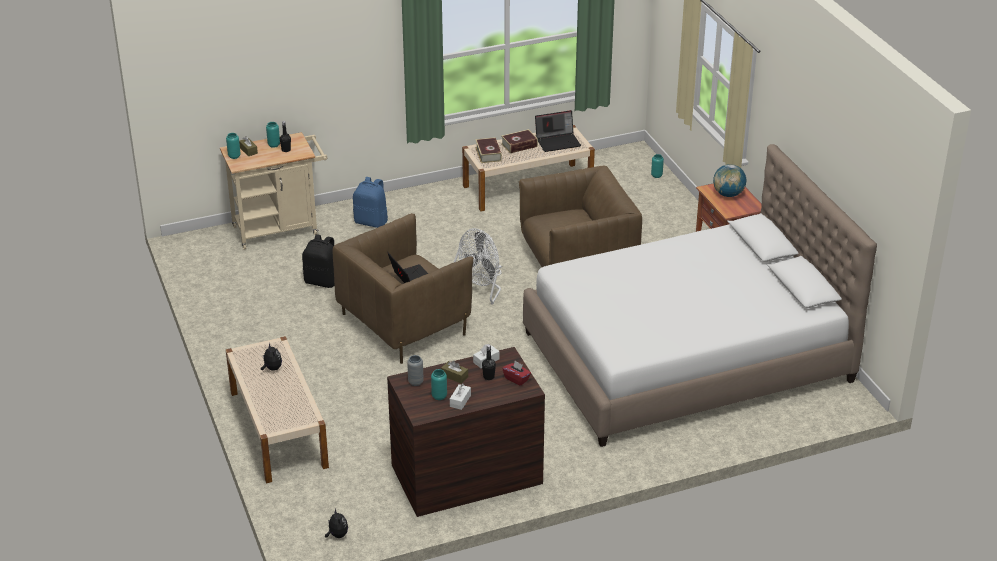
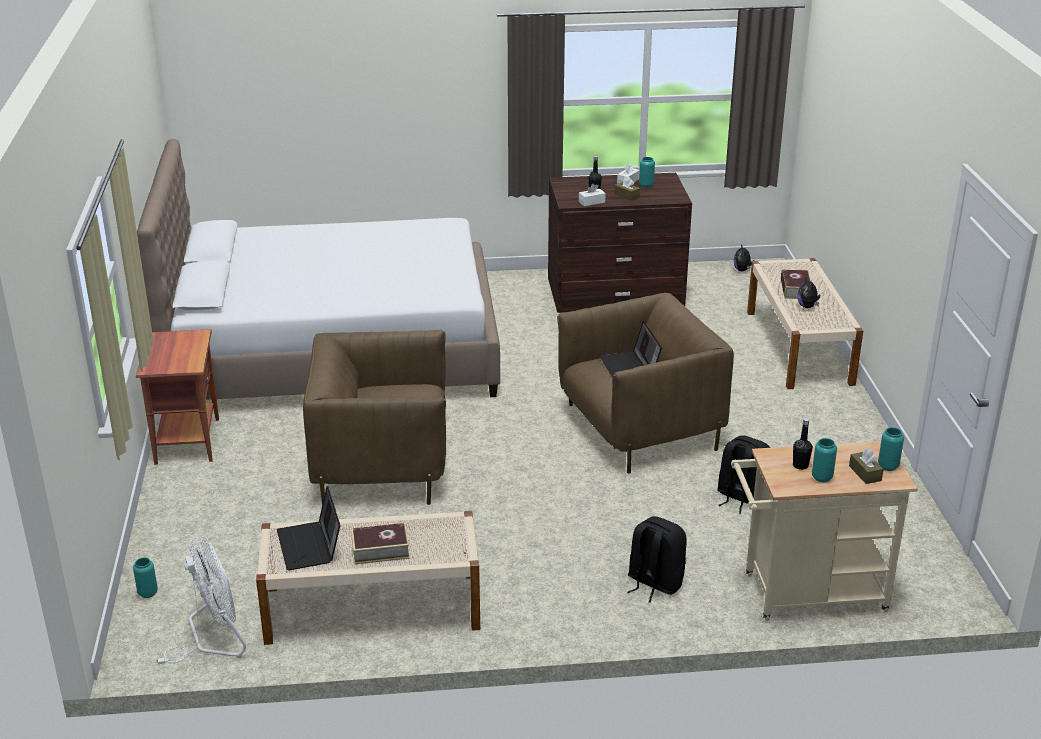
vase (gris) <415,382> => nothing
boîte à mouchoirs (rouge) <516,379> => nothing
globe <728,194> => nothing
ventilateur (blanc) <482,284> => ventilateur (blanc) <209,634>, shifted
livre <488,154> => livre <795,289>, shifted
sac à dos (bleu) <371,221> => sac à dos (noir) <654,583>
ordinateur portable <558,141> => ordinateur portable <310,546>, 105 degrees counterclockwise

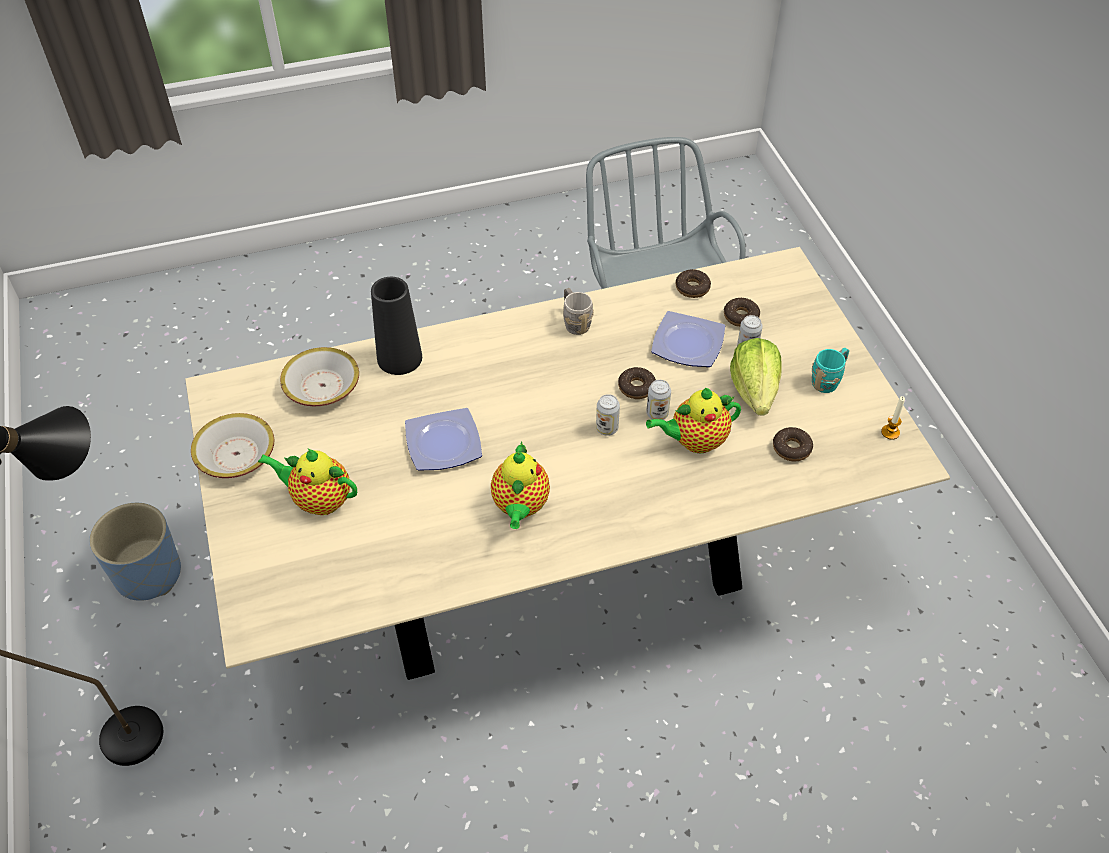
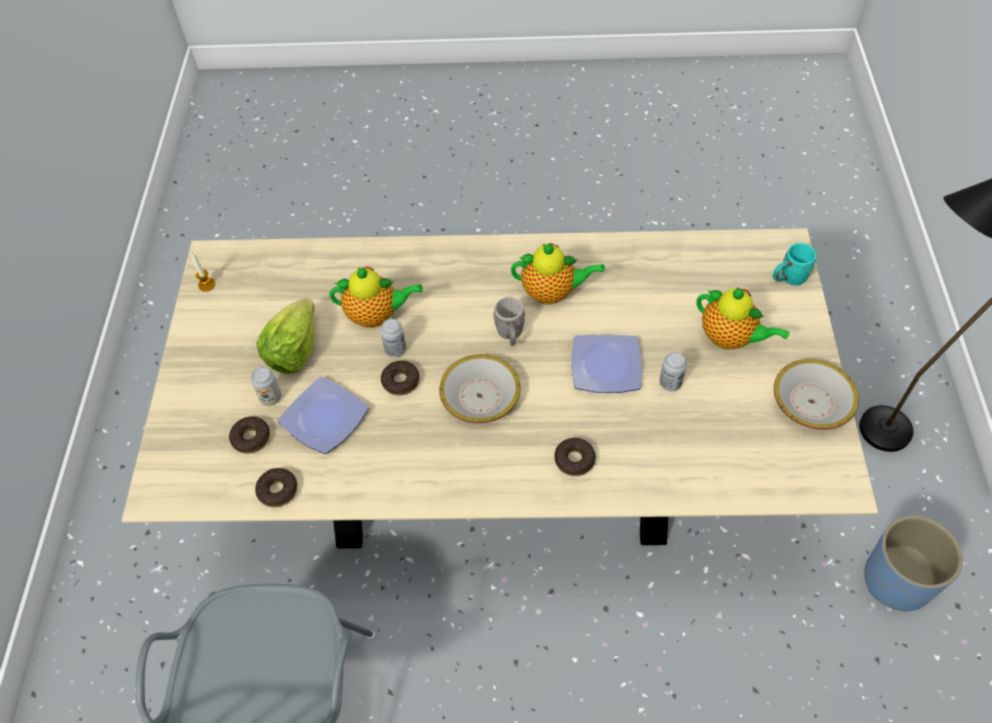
vase (noir) <399,358> => nothing
bol <322,386> => bol <479,396>, shifted
mug (gris) <575,322> => mug (gris) <510,335>, shifted
boîte métallique <607,428> => boîte métallique <670,383>, shifted
beignet <791,448> => beignet <574,460>, shifted
mug (turquoise) <828,380> => mug (turquoise) <788,279>, shifted
théière <520,507> => théière <552,293>, 75 degrees clockwise

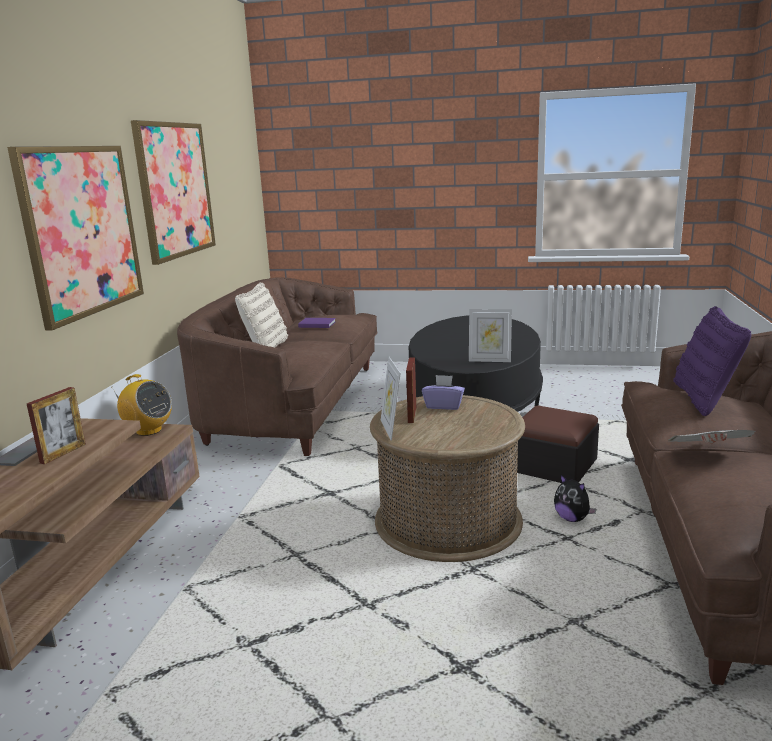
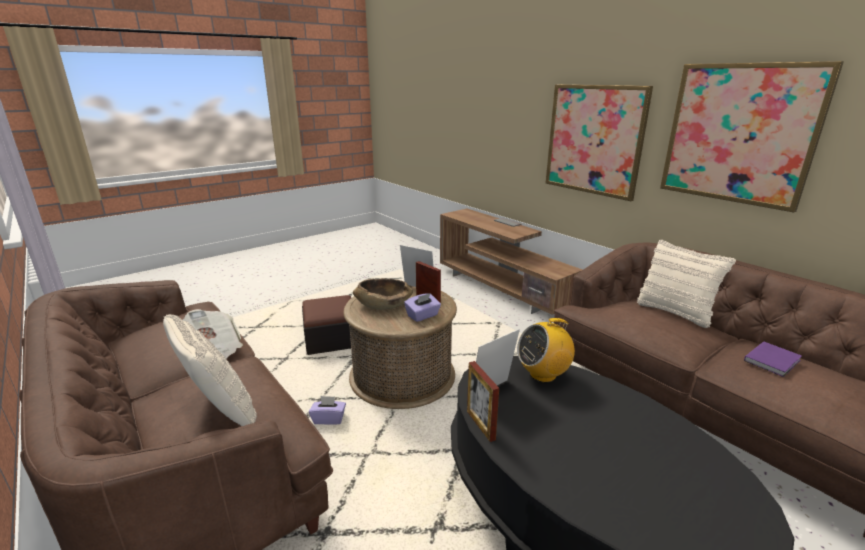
nothing => bol (marron) <383,304>
cadre photo <63,453> => cadre photo <480,425>, shifted
radio <148,431> => radio <543,374>, shifted
pouf <552,465> => pouf <331,338>, shifted
peluche <572,519> => boîte à mouchoirs (violet) <329,419>
coussin (violet) <705,401> => coussin (beige) <218,409>

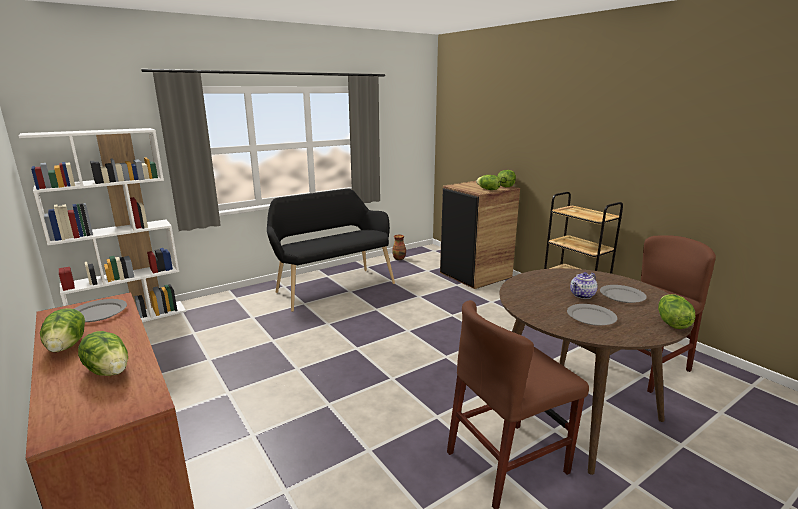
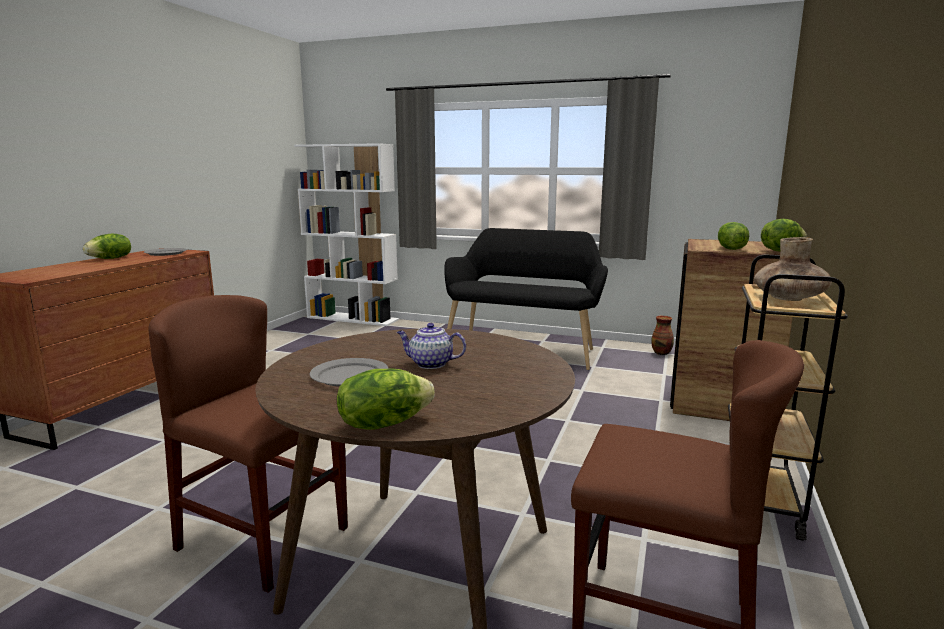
laitue <109,370> => nothing
assiette (gris) <622,296> => nothing
nothing => vase (marron) <788,299>

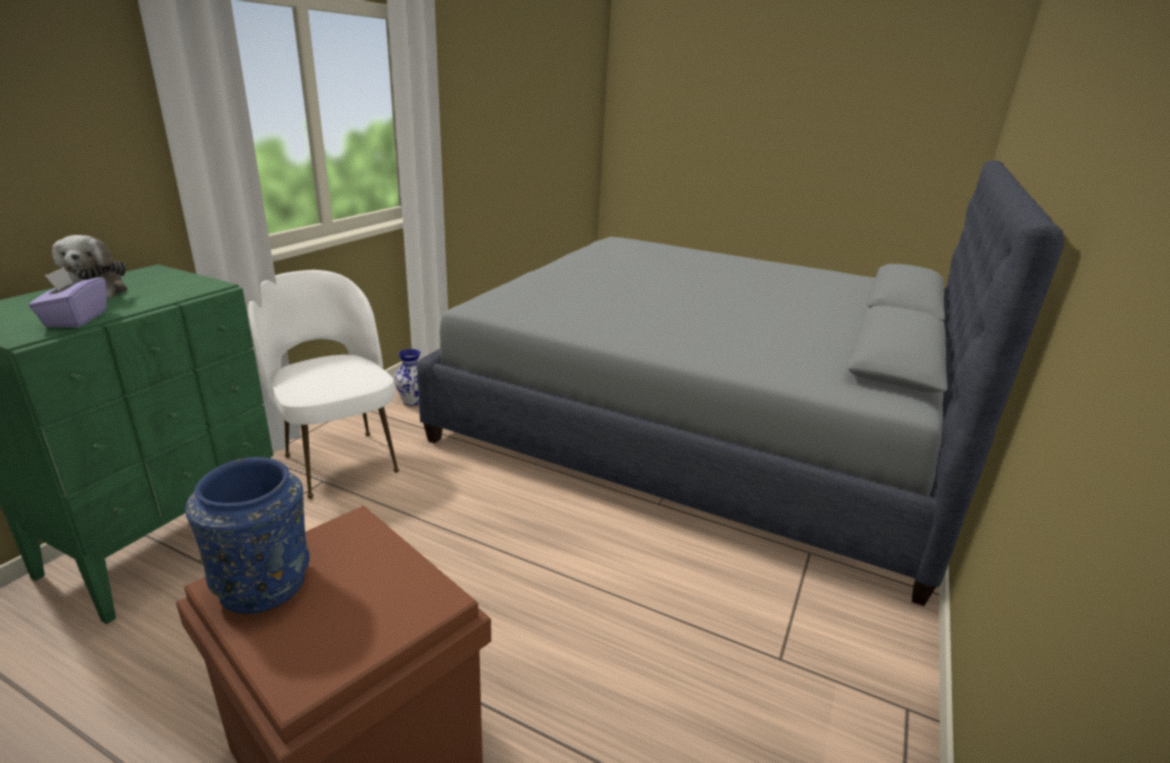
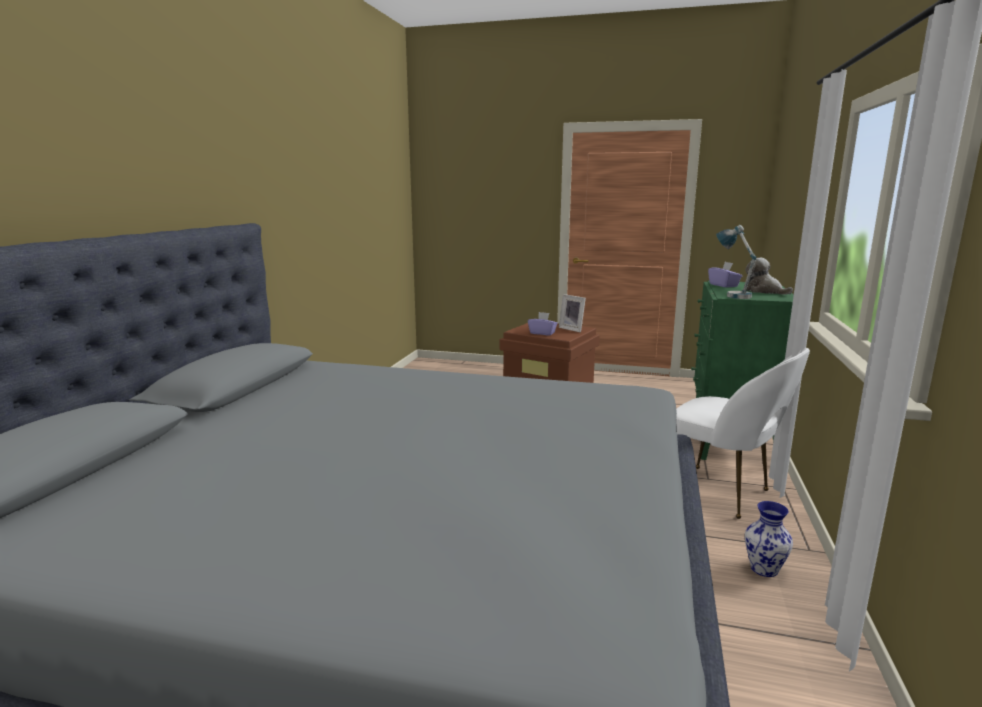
nothing => boîte à mouchoirs (violet) <542,333>
nothing => lampe de table <732,295>
vase (bleu) <264,583> => cadre photo <573,329>

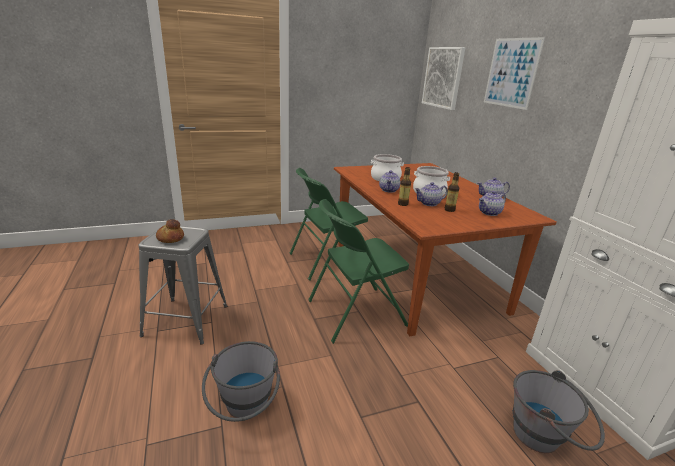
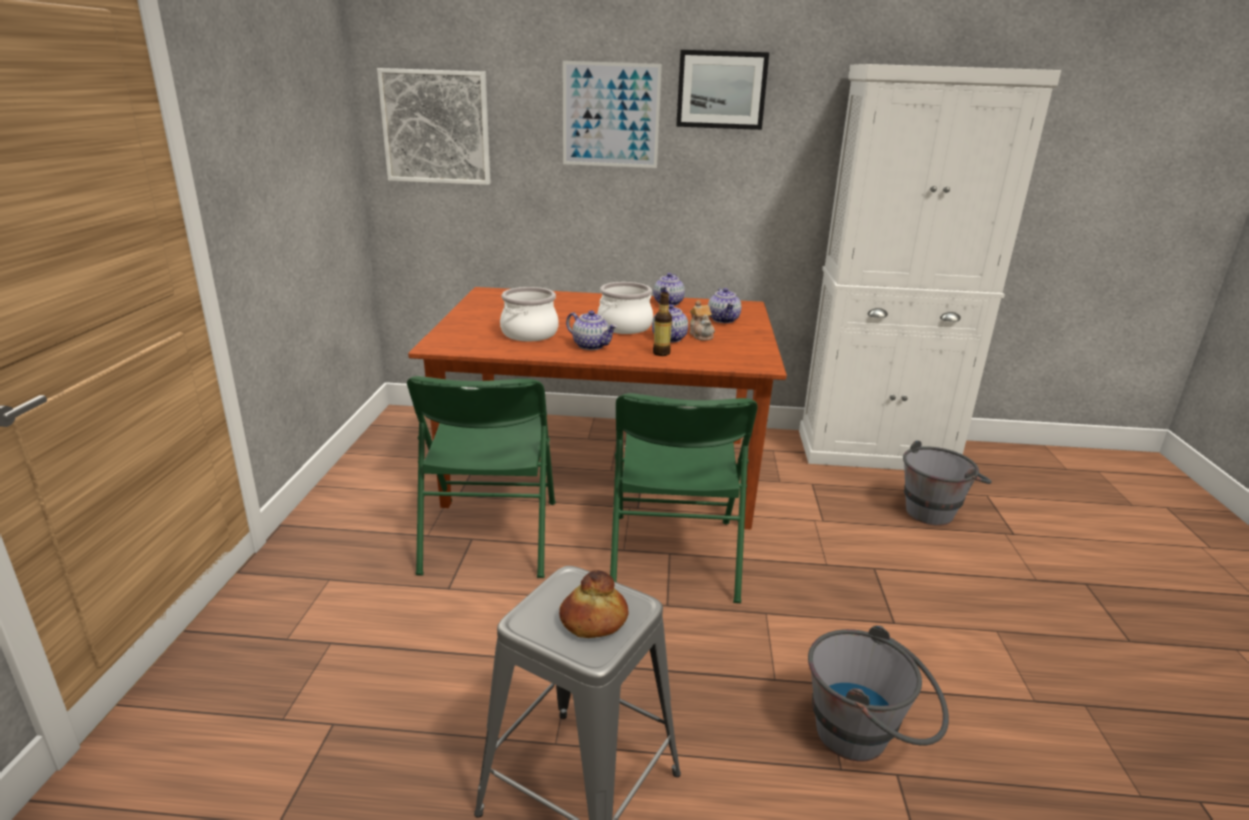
nothing => tableau <721,90>
bouteille <449,210> => théière <701,335>

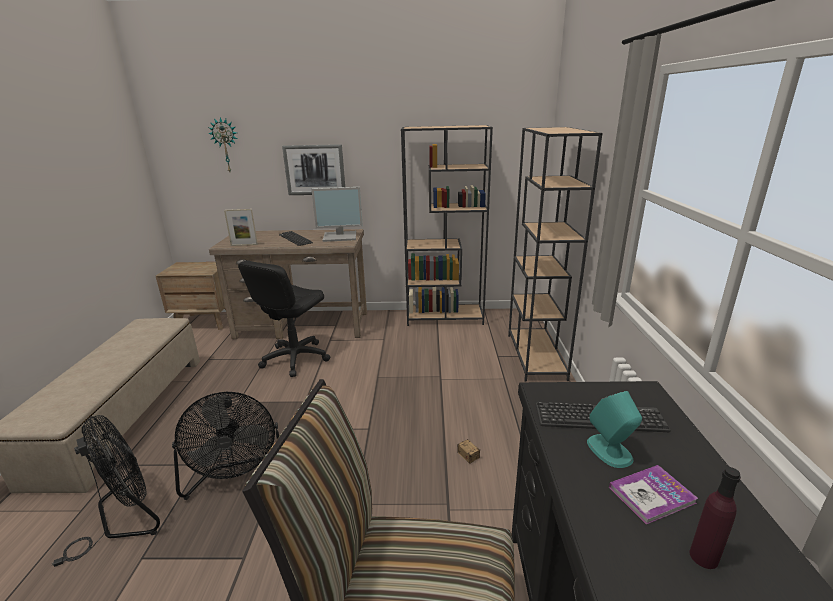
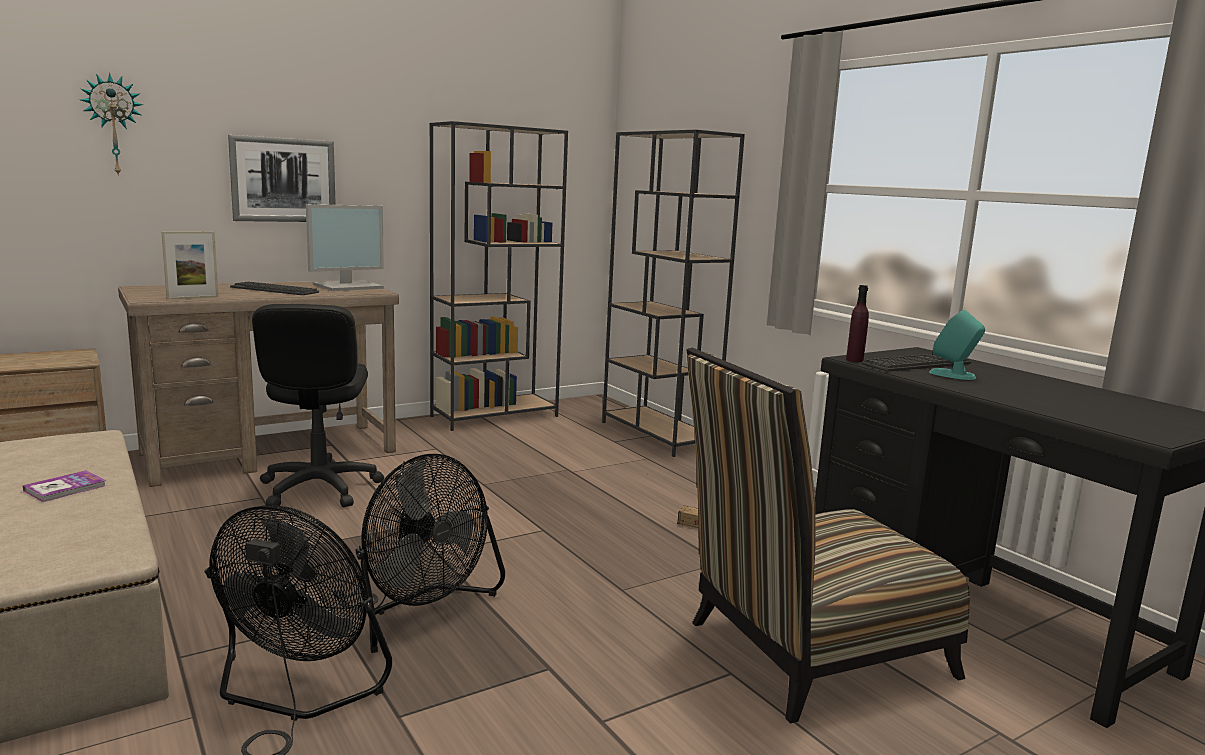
livre <651,495> => livre <65,488>, shifted
bouteille (violet) <703,557> => bouteille (violet) <854,360>, shifted

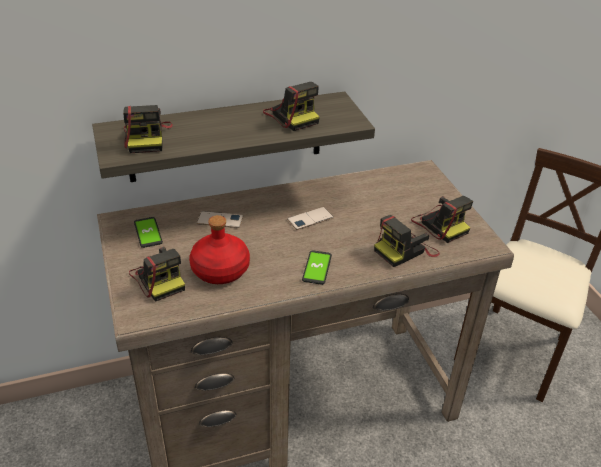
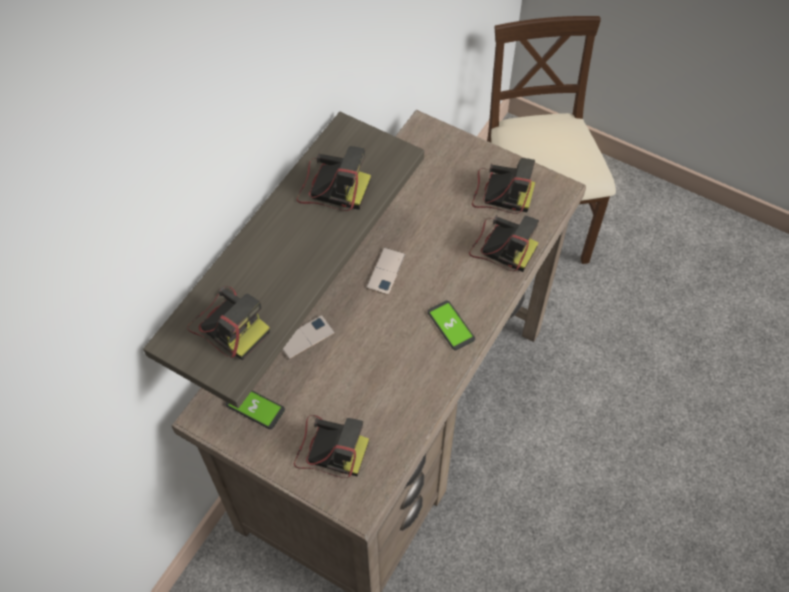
bouteille (rouge) <221,270> => nothing
appareil photo <405,250> => appareil photo <501,247>, 75 degrees counterclockwise

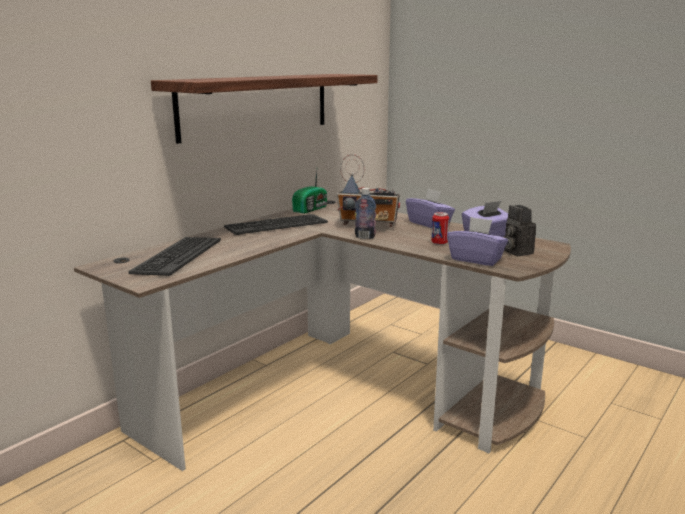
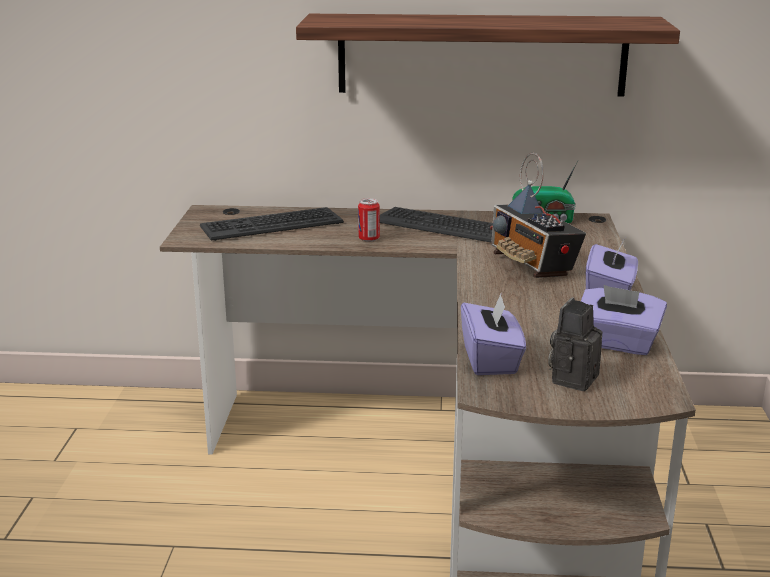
bouteille <365,237> => nothing
boîte métallique <439,243> => boîte métallique <369,239>, shifted

